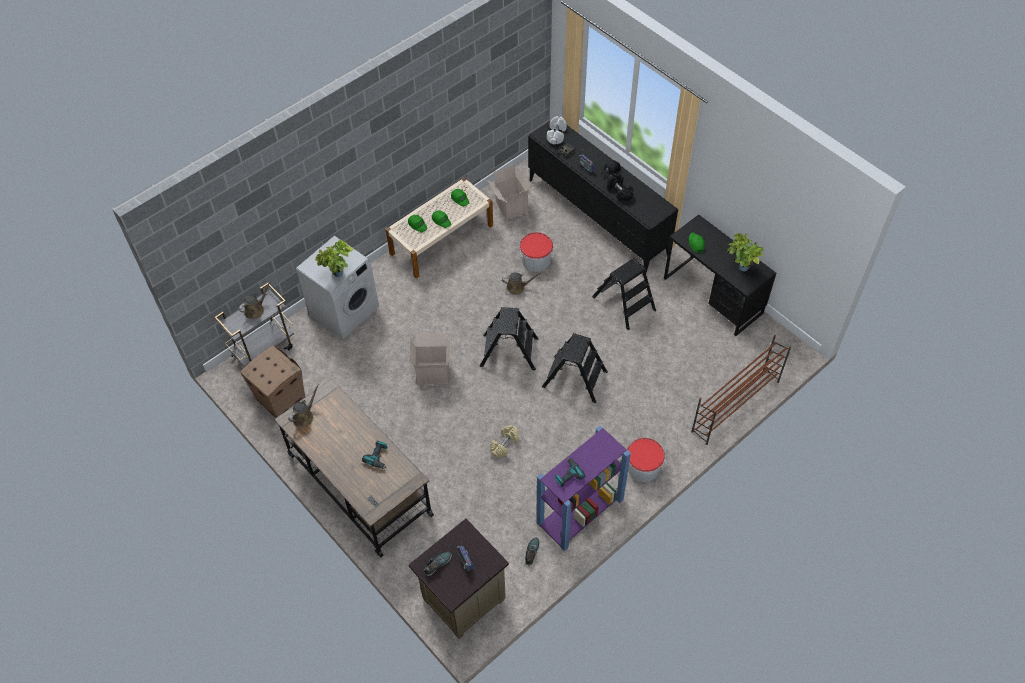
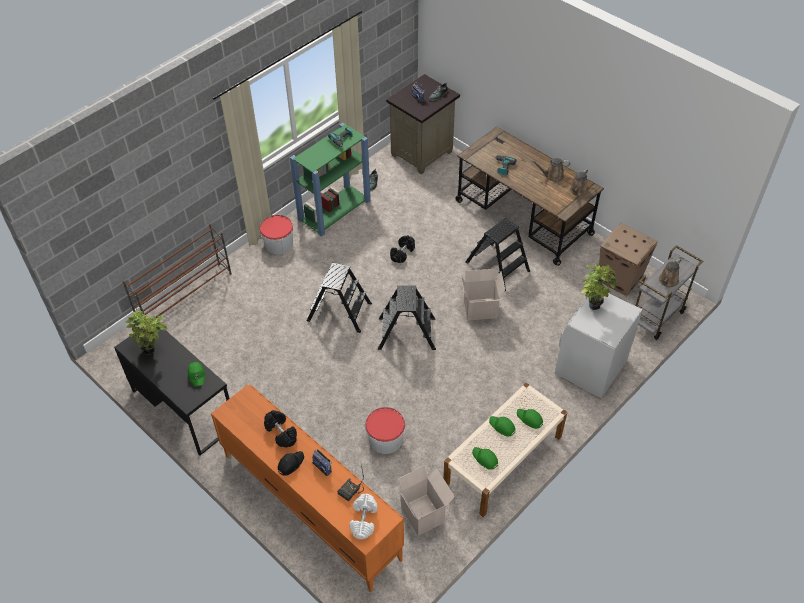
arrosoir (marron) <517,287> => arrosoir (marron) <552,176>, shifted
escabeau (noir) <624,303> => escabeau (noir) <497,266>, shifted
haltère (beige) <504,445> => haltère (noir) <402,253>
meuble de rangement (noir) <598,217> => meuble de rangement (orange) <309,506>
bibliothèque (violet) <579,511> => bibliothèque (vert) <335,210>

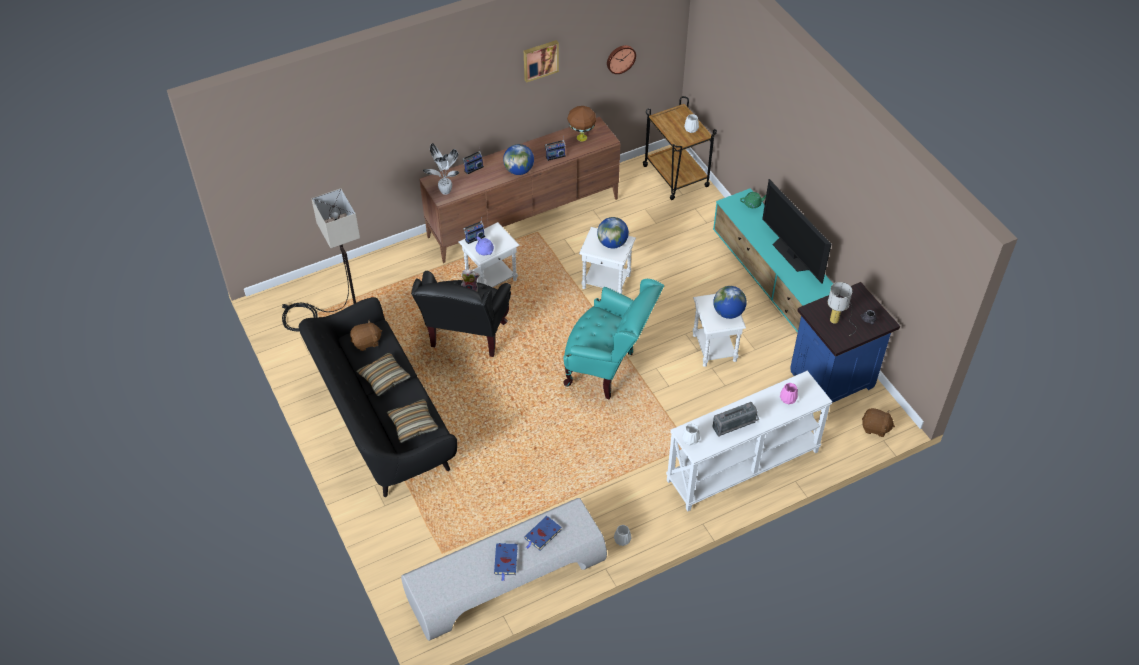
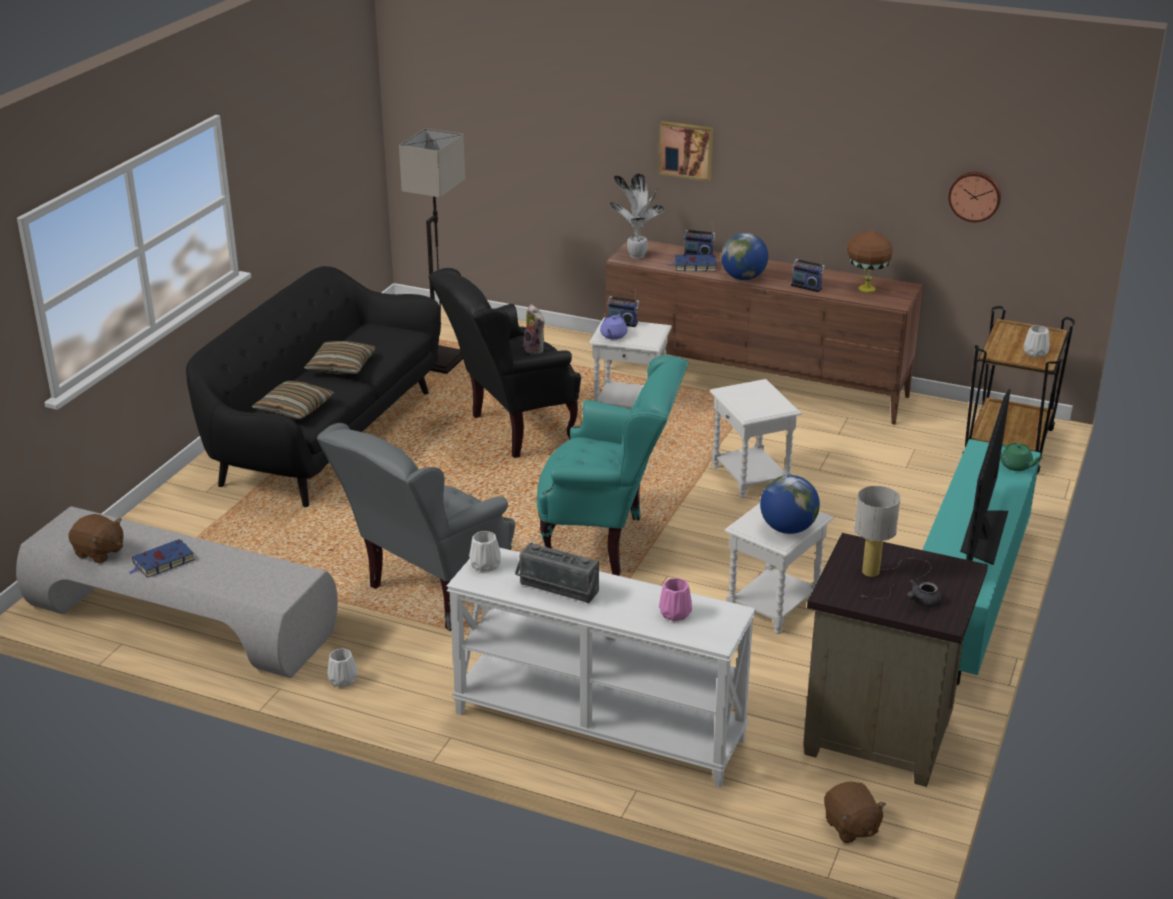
globe <612,243> => nothing
nothing => fauteuil (gris) <426,598>
peluche (marron) <367,342> => peluche (marron) <99,552>, shifted
tableau <540,60> => tableau <686,150>, shifted
livre (bleu) <542,535> => livre (bleu) <694,266>, shifted
meuble de rangement (bleu) <834,379> => meuble de rangement (beige) <882,738>
fauteuil (turquoise) <609,371> => fauteuil (turquoise) <608,544>, 60 degrees counterclockwise

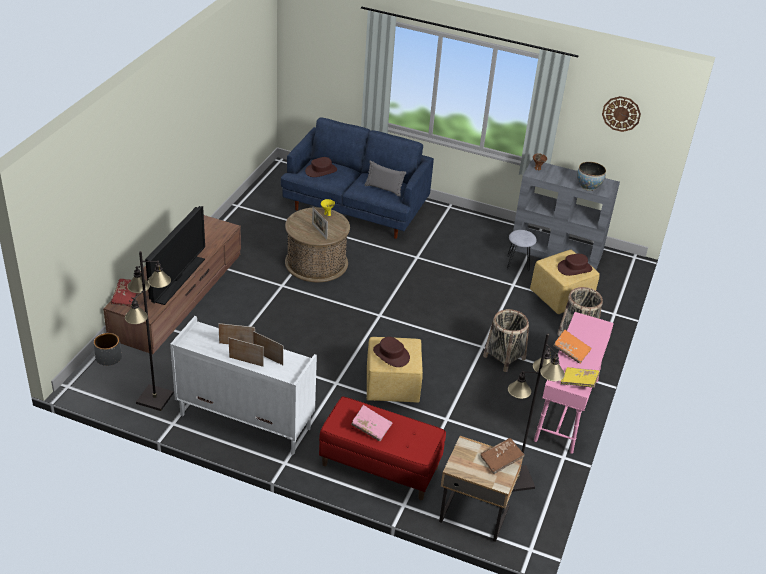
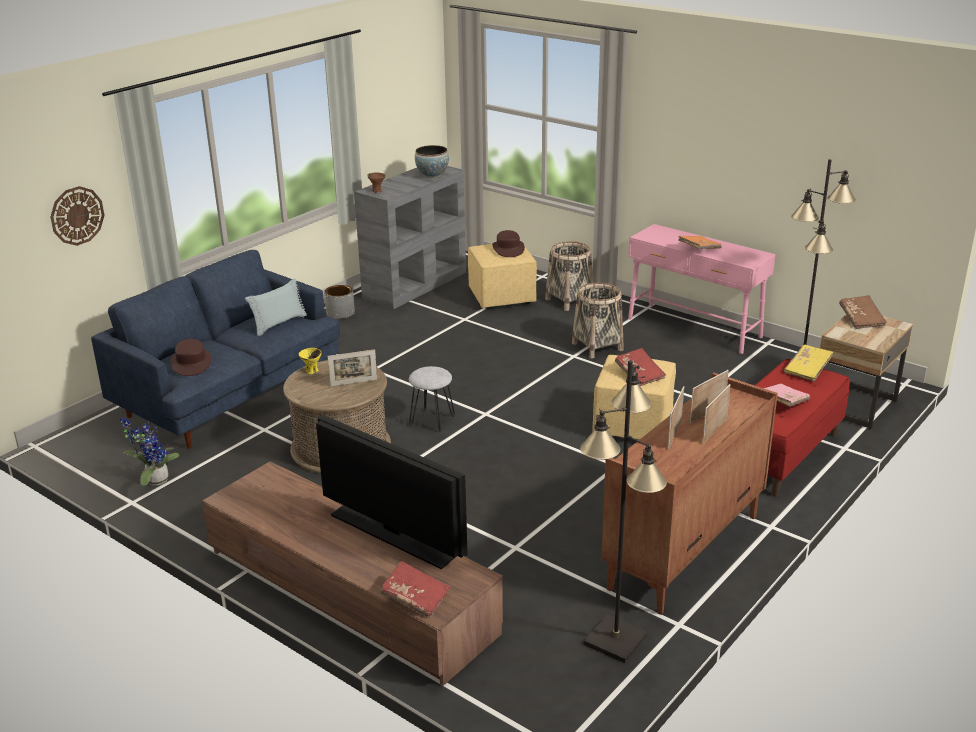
nothing => plante en pot <154,480>
cache-pot (gris) <108,358> => cache-pot (gris) <340,313>, shifted
tabouret (gris) <517,263> => tabouret (gris) <432,421>, shifted
livre (jaune) <579,382> => livre (jaune) <807,370>, shifted
horloge murale <621,113> => horloge murale <77,215>, shifted
chapeau (marron) <391,354> => livre (rouge) <639,374>
meuble de rangement (blanc) <244,421> => meuble de rangement (marron) <684,552>
coussin (gris) <384,189> => coussin (bleu) <278,324>

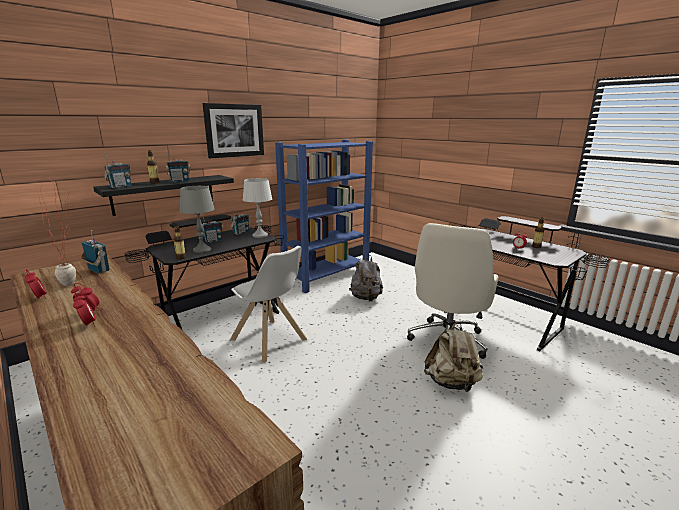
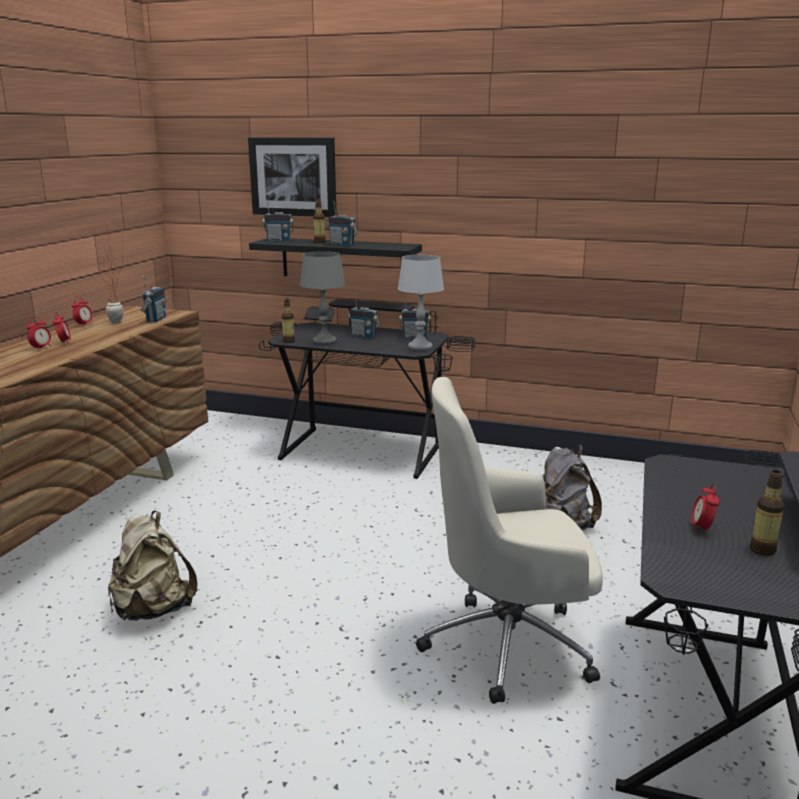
chaise <270,340> => nothing
bibliothèque (bleu) <326,275> => nothing
tableau <234,130> => tableau <293,177>, shifted
sac à dos (beige) <452,383> => sac à dos (beige) <153,609>, shifted

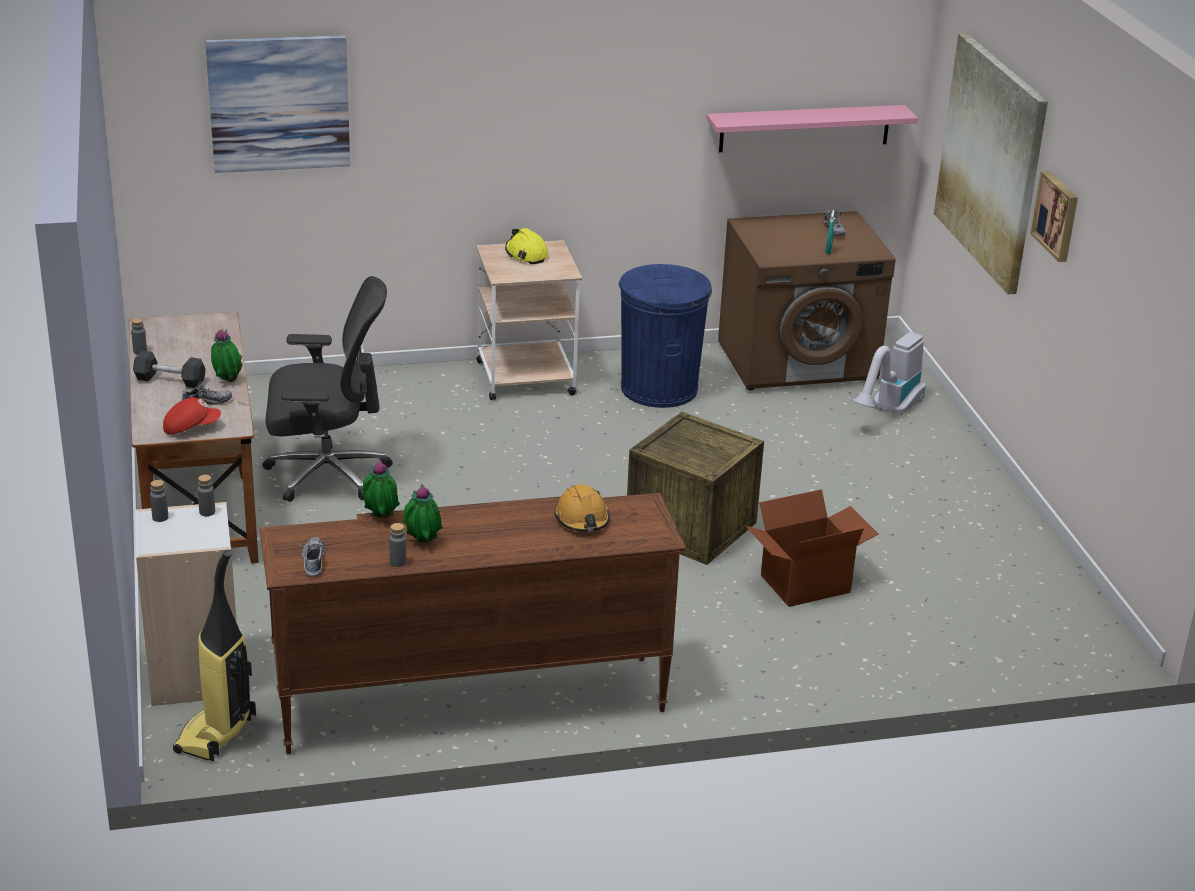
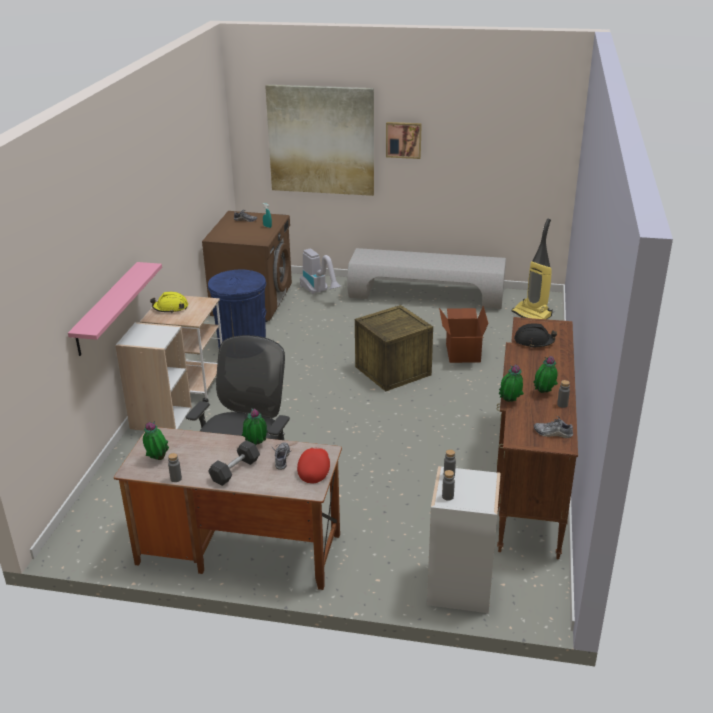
tableau <279,103> => nothing
nothing => bibliothèque <161,418>
nothing => plante en pot <157,459>
nothing => banc (gris) <426,294>
aspirateur <216,735> => aspirateur <532,314>, shifted
étagère (rose) <805,128> => étagère (rose) <107,308>, shifted
casque de chantier (orange) <582,519> => casque de chantier (noir) <534,342>

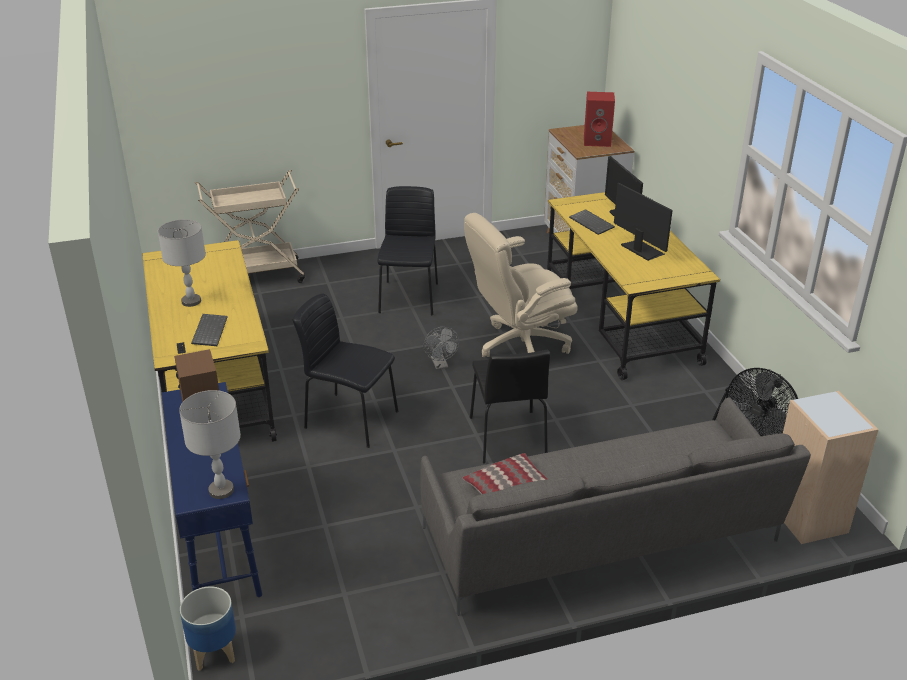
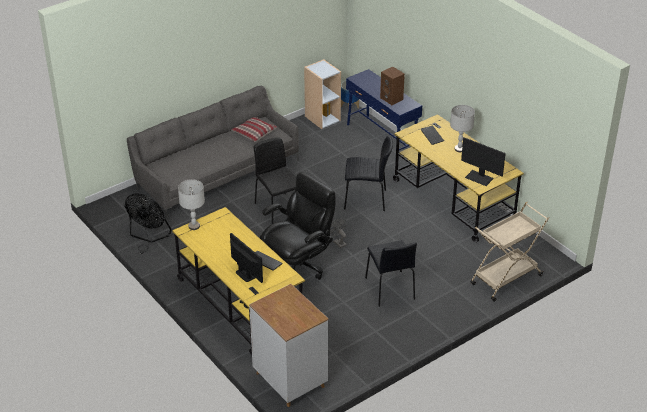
enceinte (rouge) <598,141> => nothing
lampe de table (gris) <221,491> => lampe de table (gris) <194,226>, shifted
écran d'ordinateur <641,249> => écran d'ordinateur <479,178>, shifted
bibliothèque <807,518> => bibliothèque <322,118>, shifted
chaise de bureau (beige) <518,346> => chaise de bureau (noir) <298,266>

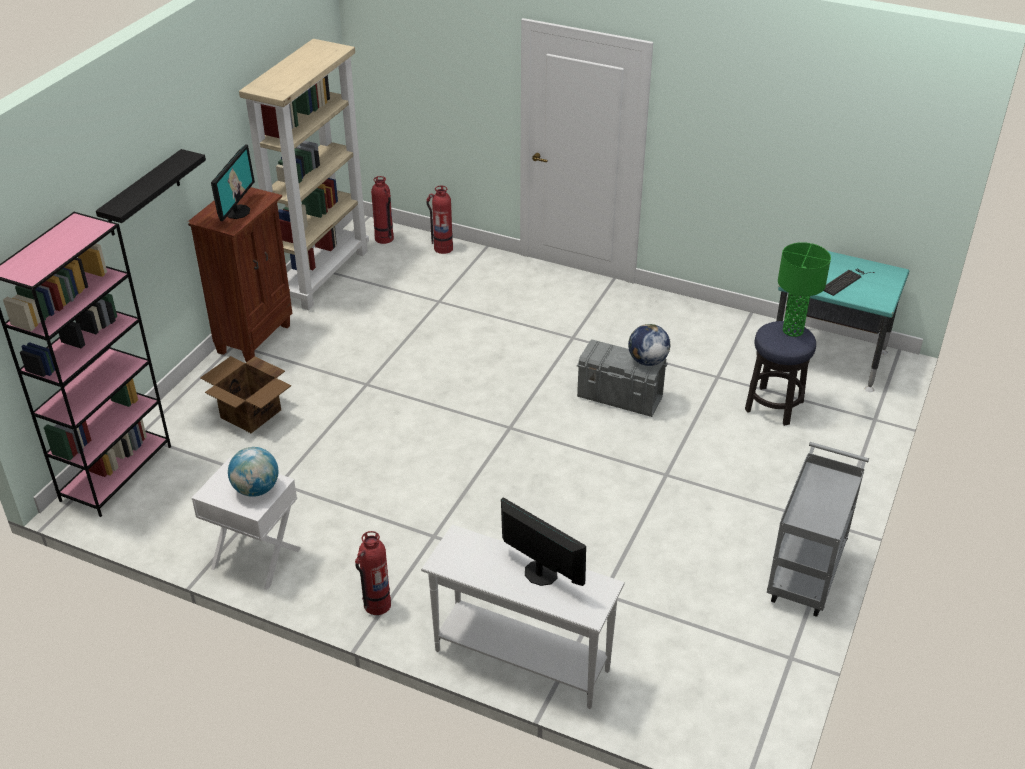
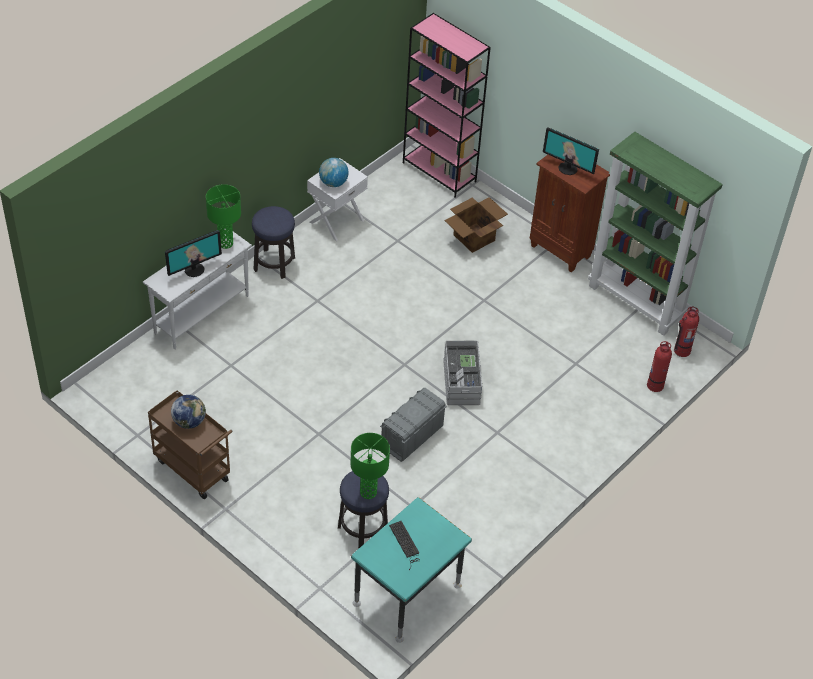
étagère (noir) <143,194> => nothing
nothing => lampe de table (vert) <225,243>
nothing => boîte de rangement (gris) <462,381>
globe <647,361> => globe <189,421>, shifted
extincteur <376,605> => tabouret <274,264>
bibliothèque (beige) <322,275> => bibliothèque (vert) <636,302>
chariot (gris) <806,574> => chariot (marron) <194,472>

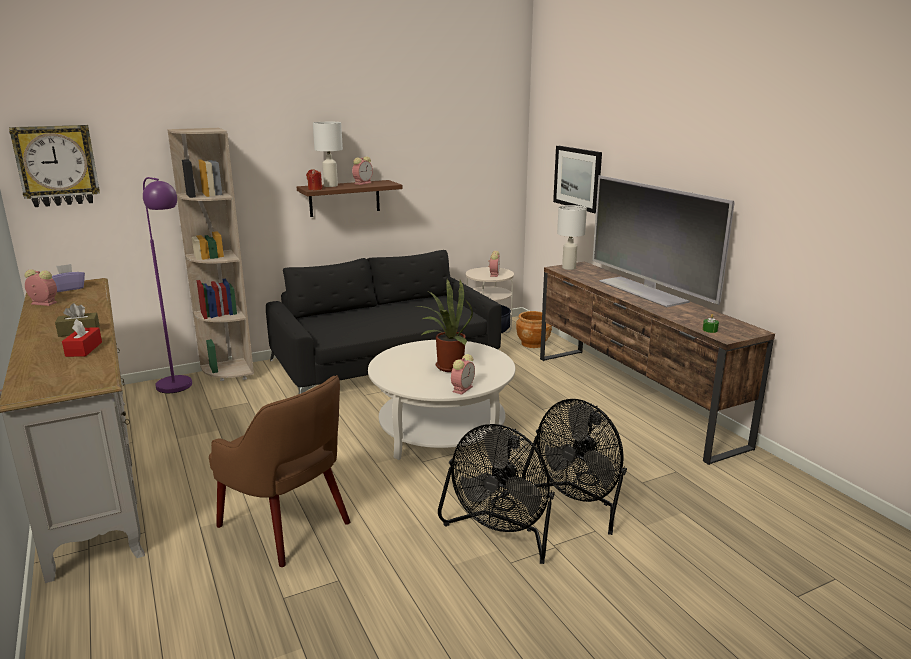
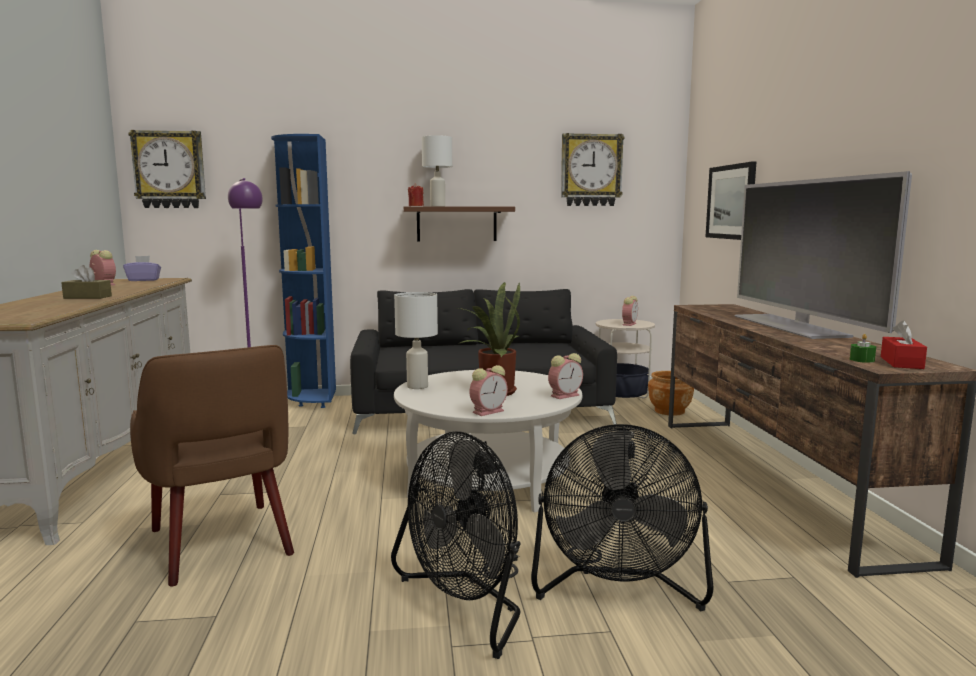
nothing => horloge murale <591,170>
boîte à mouchoirs (rouge) <84,349> => boîte à mouchoirs (rouge) <901,363>, shifted
réveil <363,183> => réveil <565,395>, shifted
lampe de table (blanc) <569,268> => lampe de table (blanc) <418,386>, shifted
bibliothèque (beige) <229,375> => bibliothèque (bleu) <311,403>
ventilateur (noir) <577,500> => ventilateur (noir) <611,585>, 60 degrees counterclockwise

